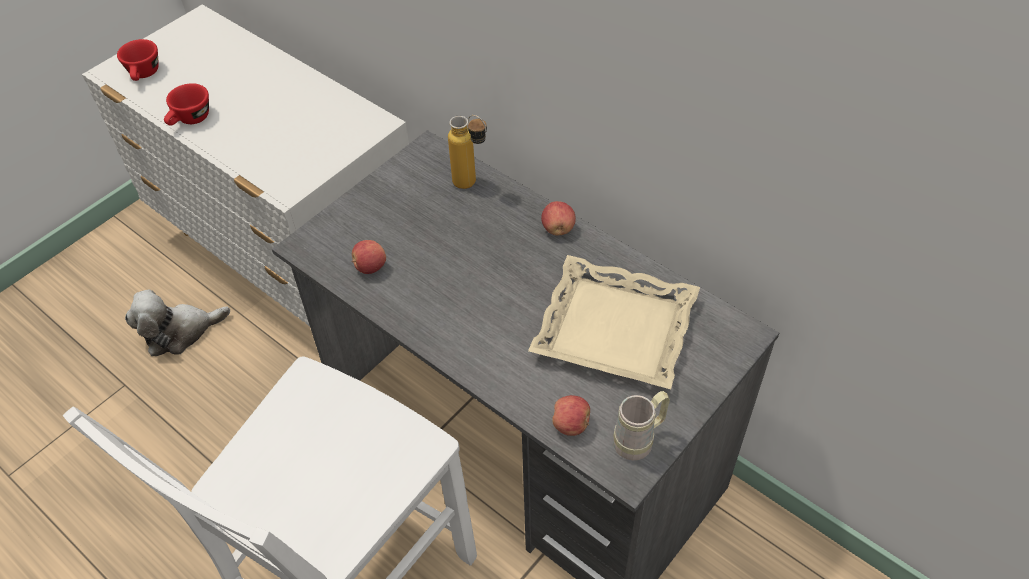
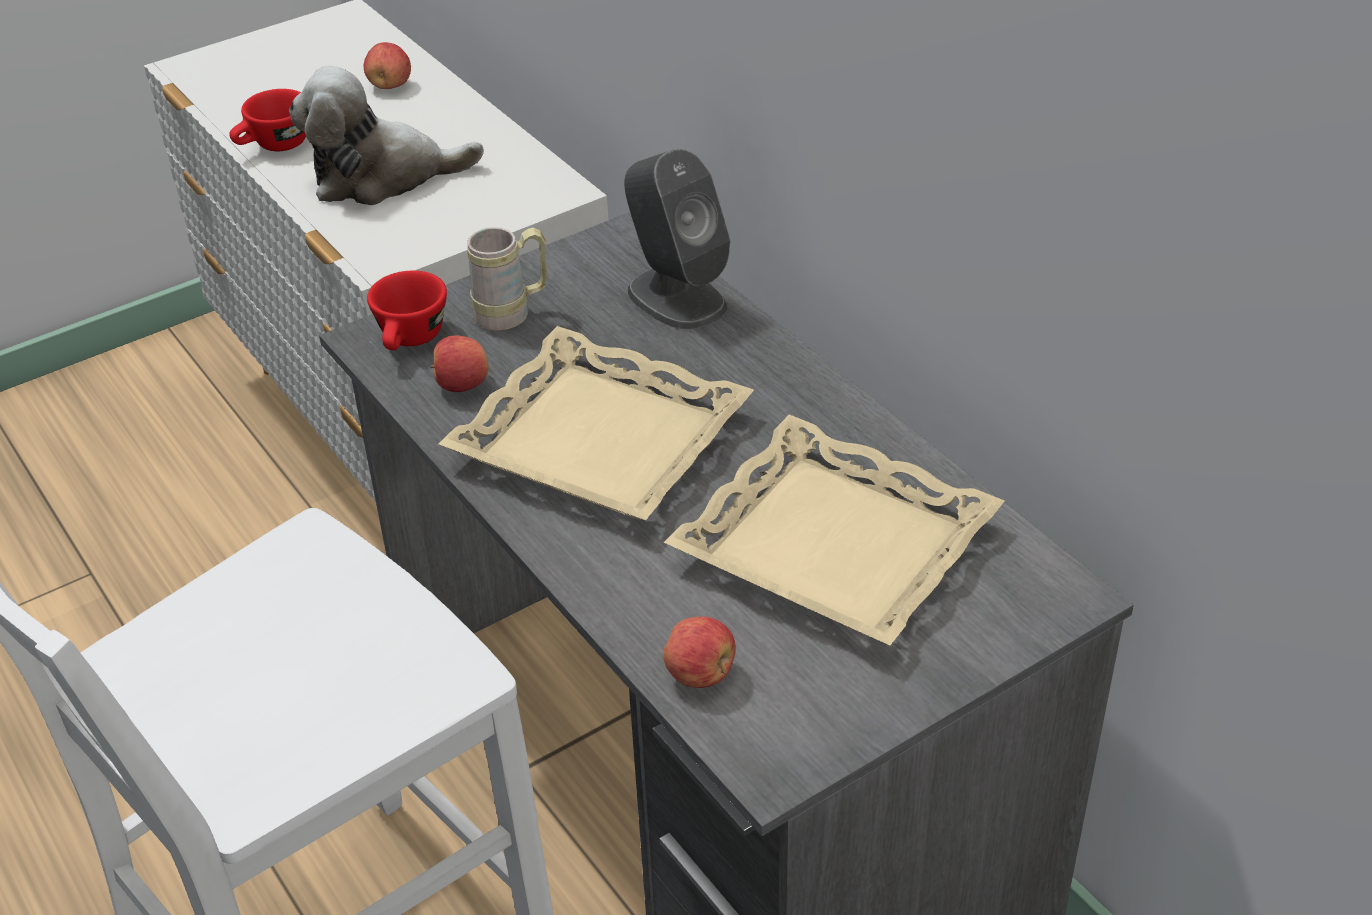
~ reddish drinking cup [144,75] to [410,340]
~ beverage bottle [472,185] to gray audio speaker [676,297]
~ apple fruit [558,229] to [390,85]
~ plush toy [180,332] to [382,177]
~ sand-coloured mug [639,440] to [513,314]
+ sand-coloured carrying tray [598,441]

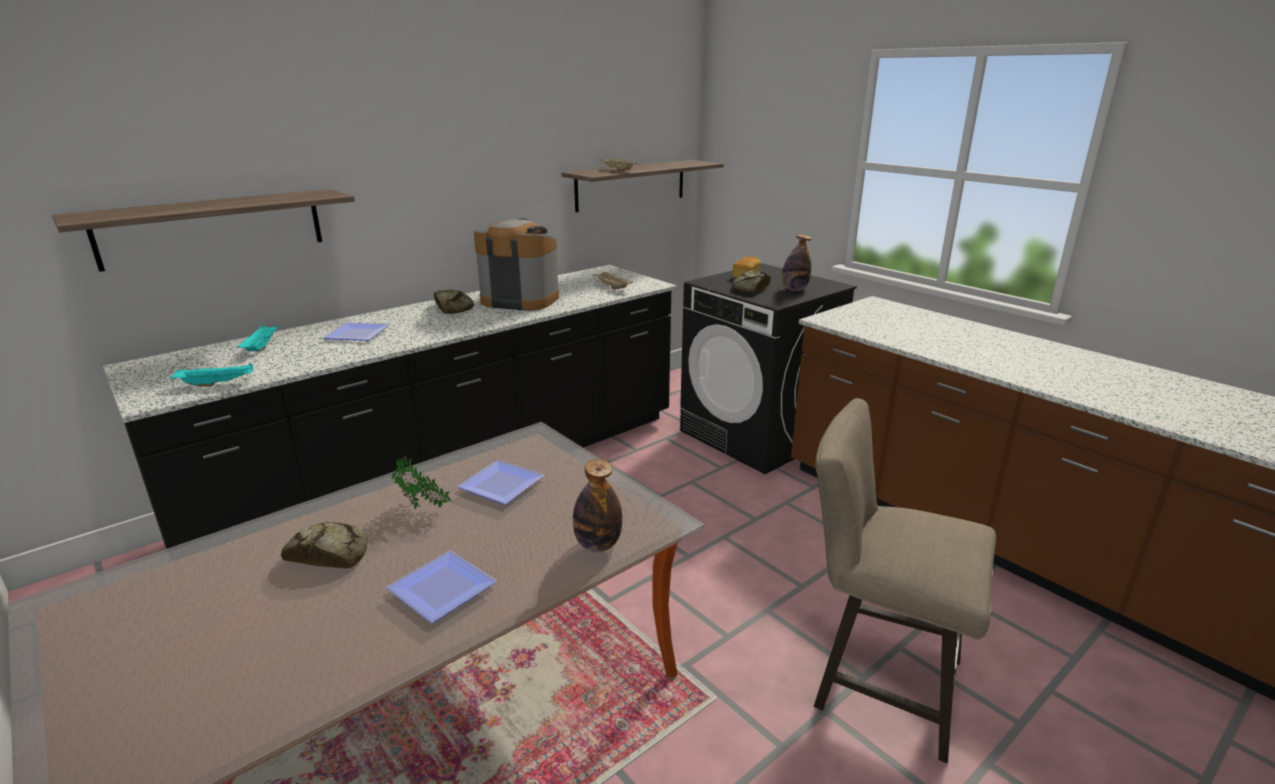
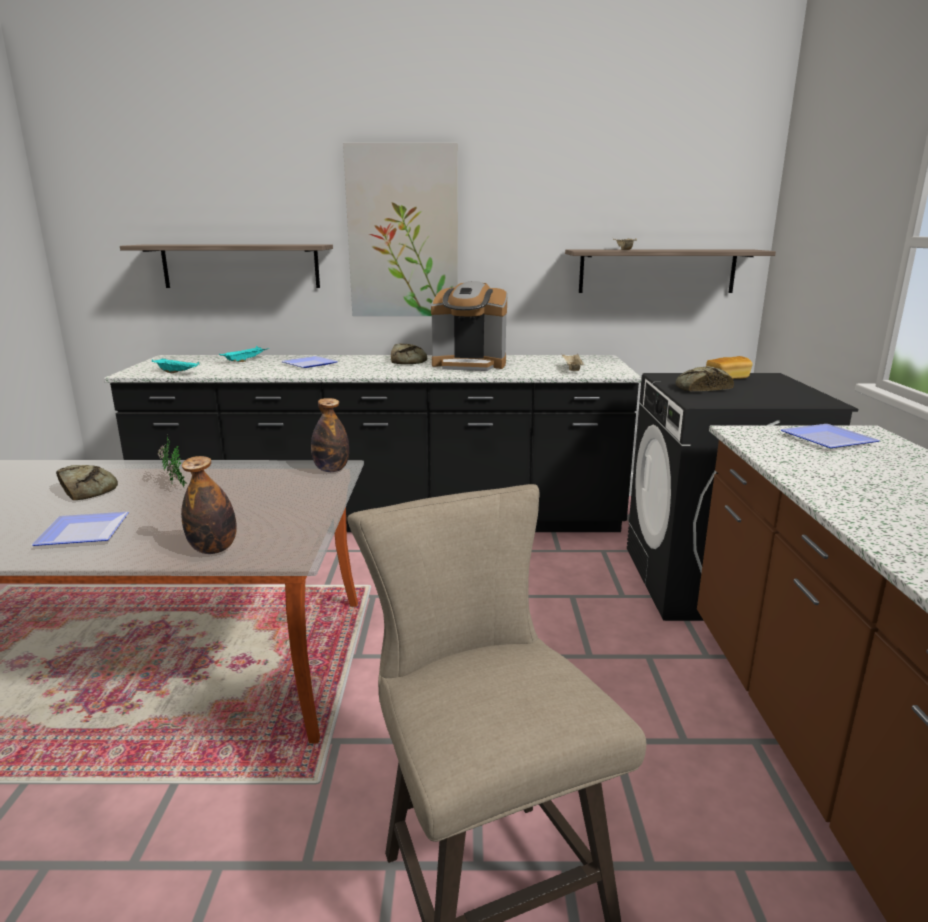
~ coffee brewer [519,300] = [470,365] 135 degrees clockwise
~ beverage bottle [794,290] to [331,469]
~ flat dish [498,485] to [824,439]
+ wall art [403,232]

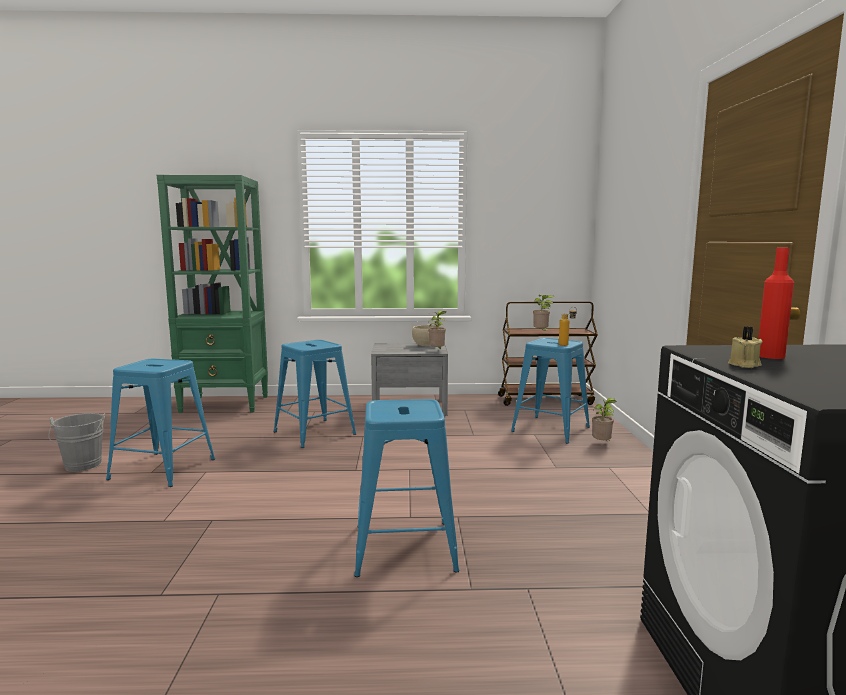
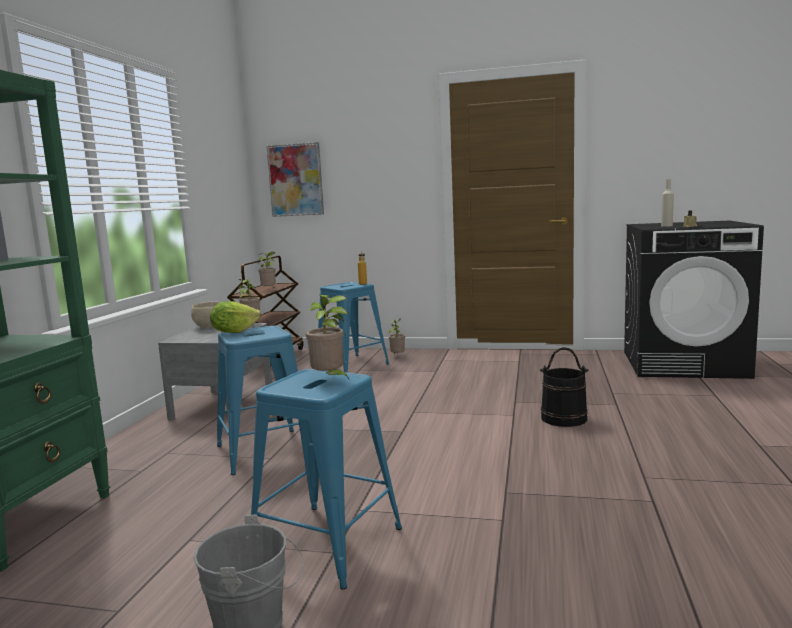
~ reddish beverage bottle [770,356] to sand-coloured beverage bottle [666,226]
~ bluish stool [404,547] to blackish pail [563,418]
+ wall art [295,180]
+ houseplant [330,379]
+ head of lettuce [234,332]

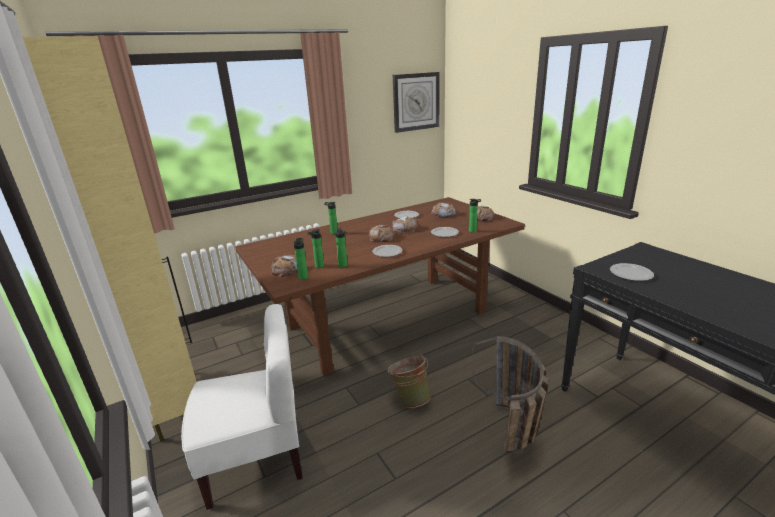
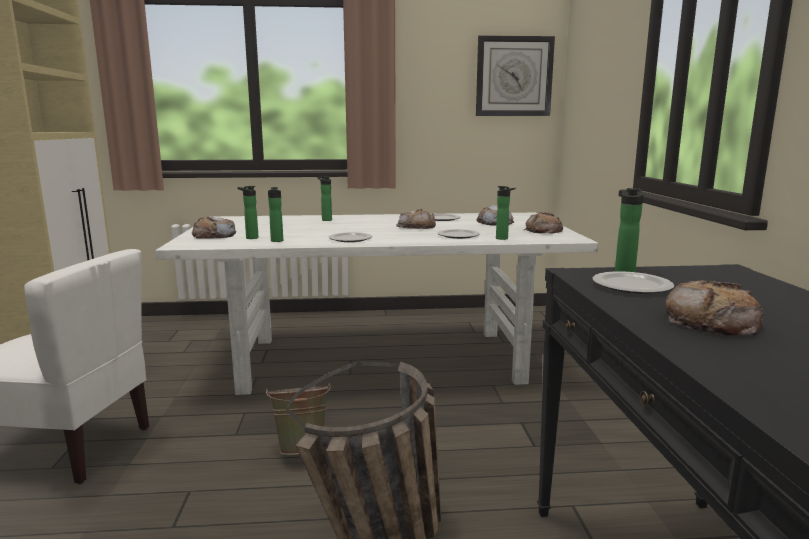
~ brown kitchen table [387,320] to white-coloured kitchen table [379,360]
~ bakery bread [381,237] to [711,321]
~ beverage bottle [303,277] to [625,271]

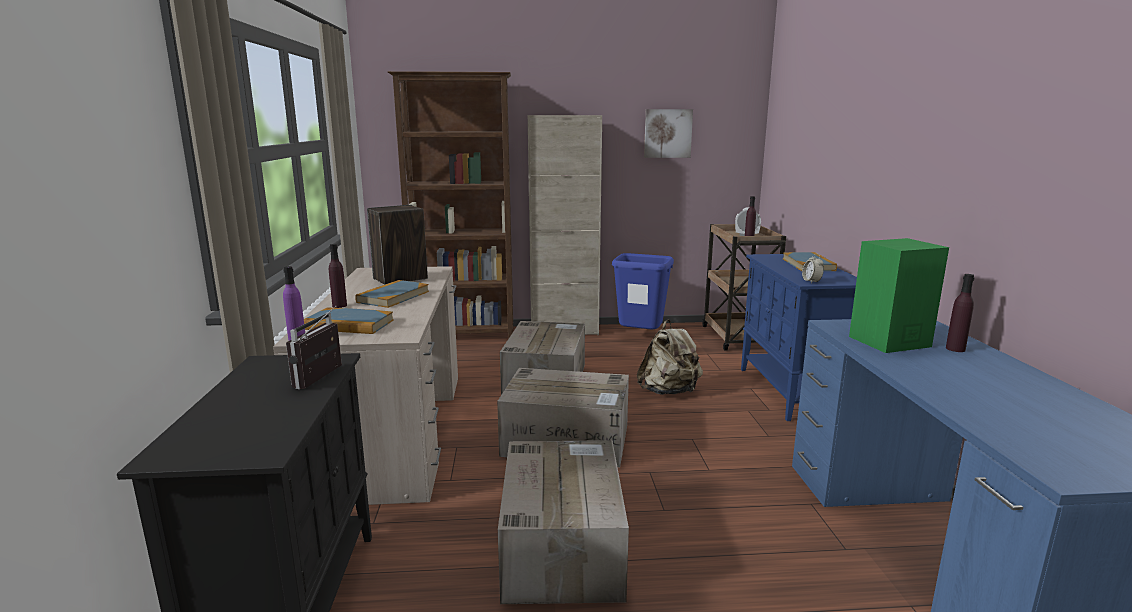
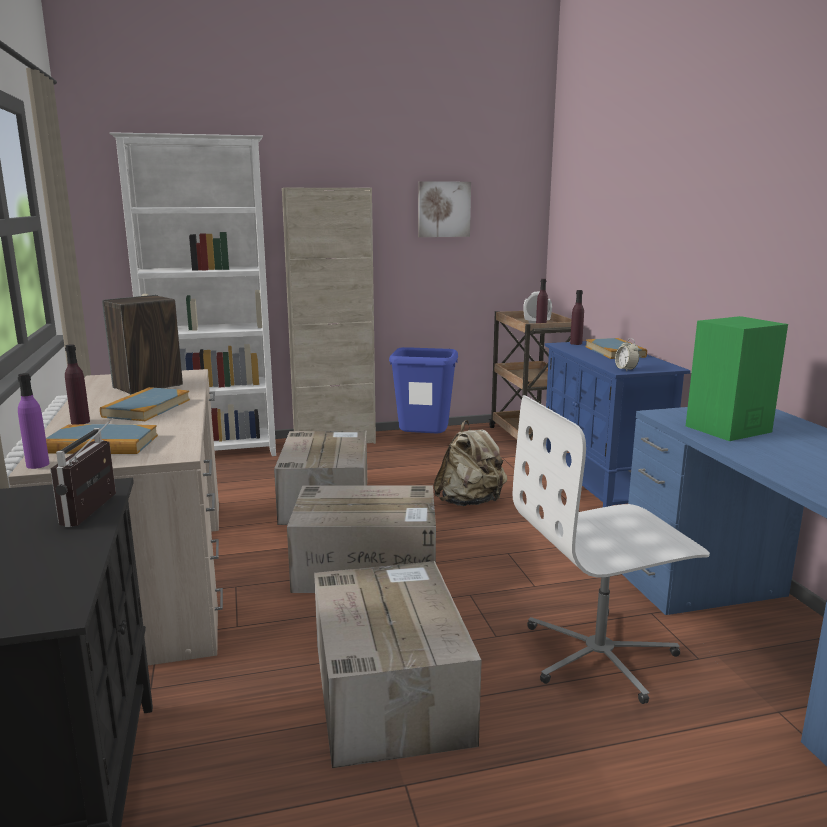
~ brown bookshelf [465,335] to white-coloured bookshelf [216,453]
~ purple-coloured beverage bottle [955,349] to [576,343]
+ white-coloured desk chair [600,655]

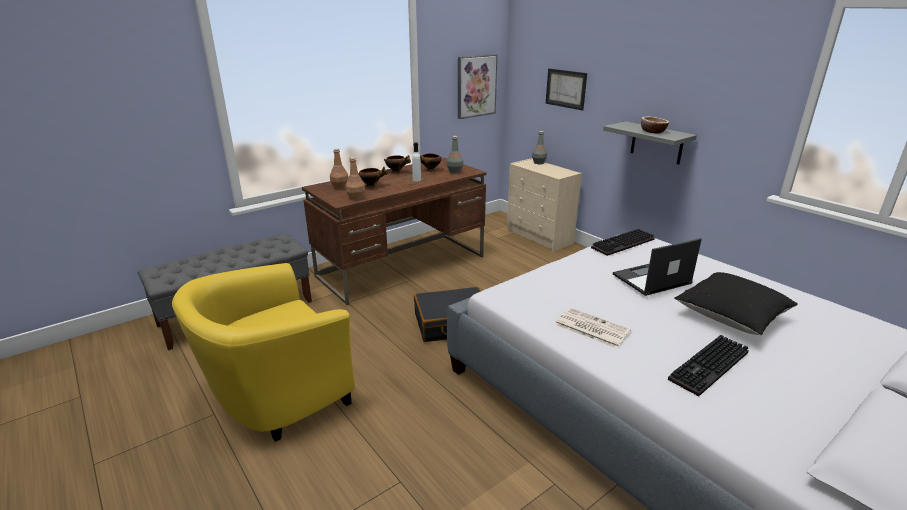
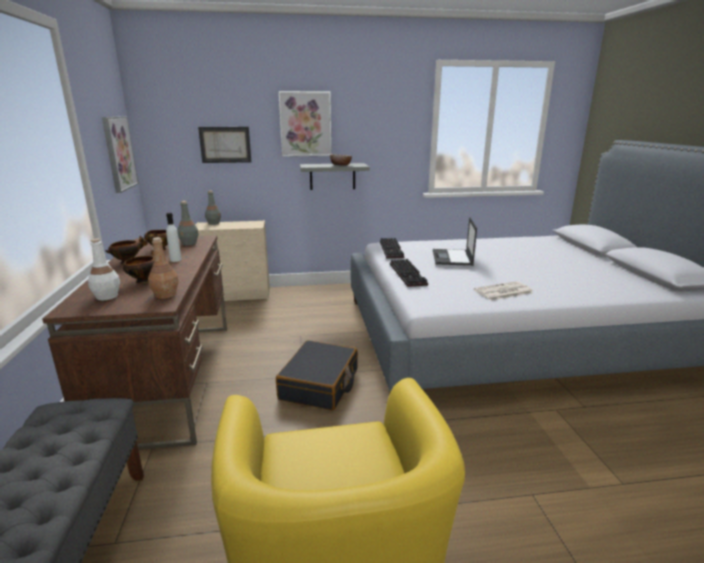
~ brown beverage bottle [340,187] to white-coloured beverage bottle [107,296]
- blackish pillow [731,317]
~ computer keyboard [710,368] to [409,274]
+ wall art [305,124]

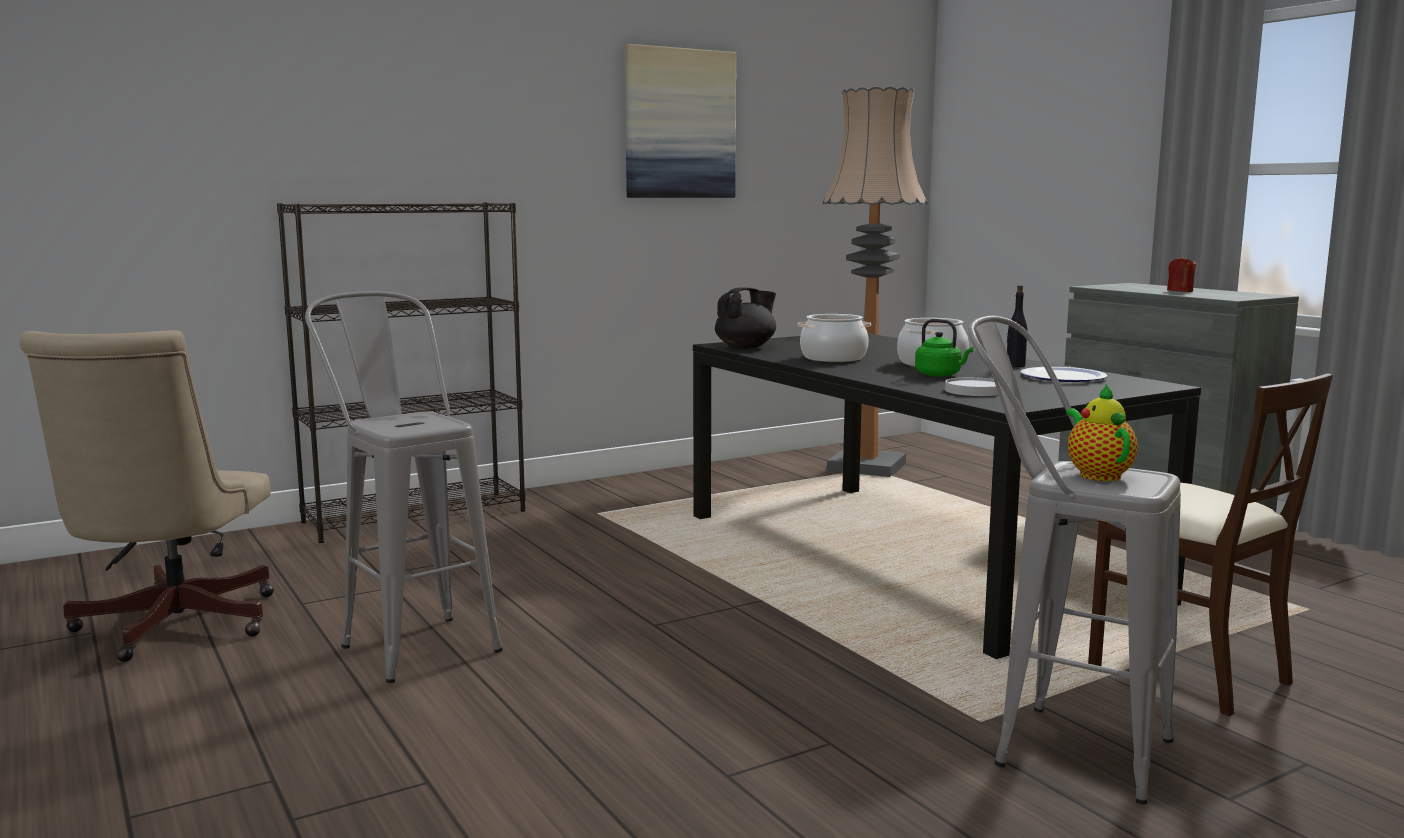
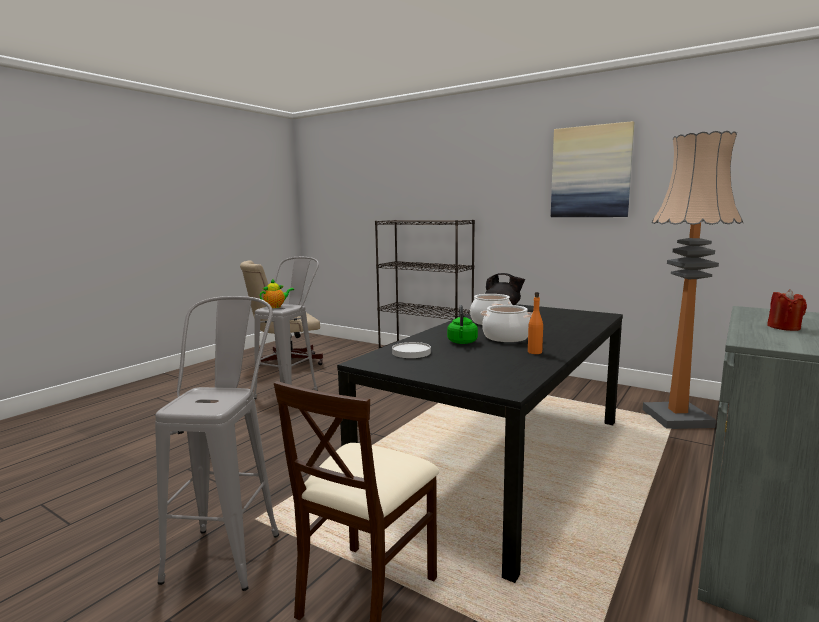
~ blackish beverage bottle [1015,366] to orange beverage bottle [534,352]
- flat dish [1063,377]
~ pot for tea [1097,475] to [276,307]

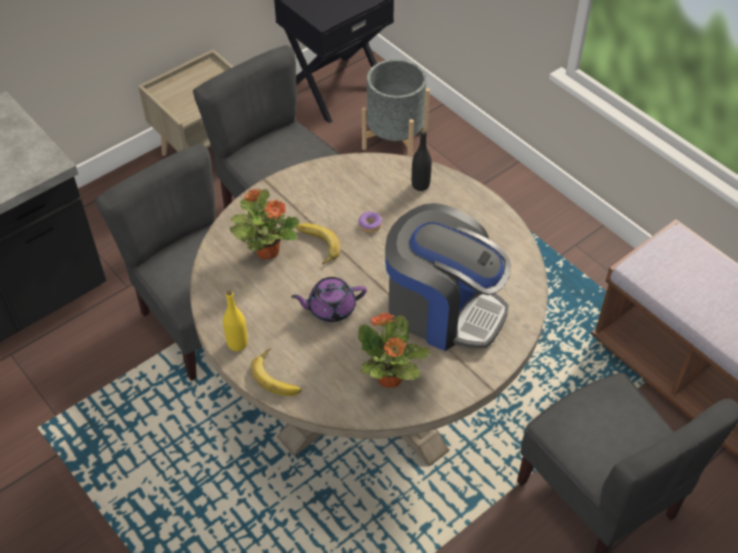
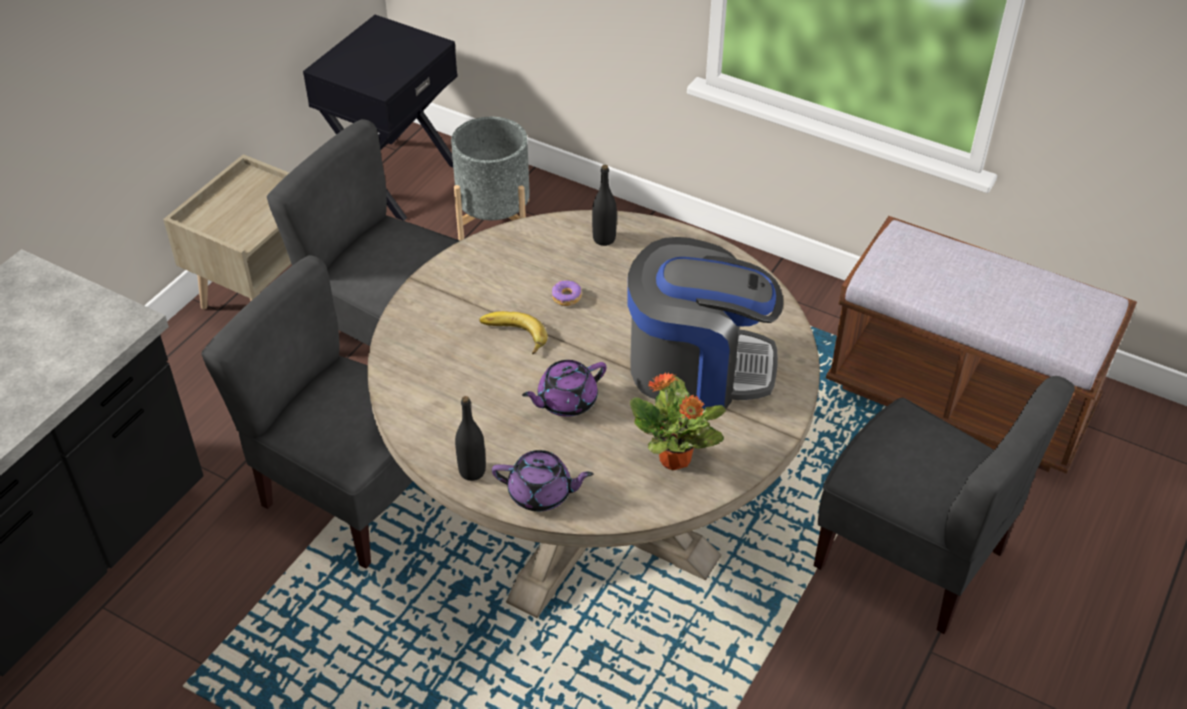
- houseplant [267,250]
~ yellowish beverage bottle [237,343] to blackish beverage bottle [472,471]
~ banana [278,376] to purple-coloured pot for tea [541,493]

